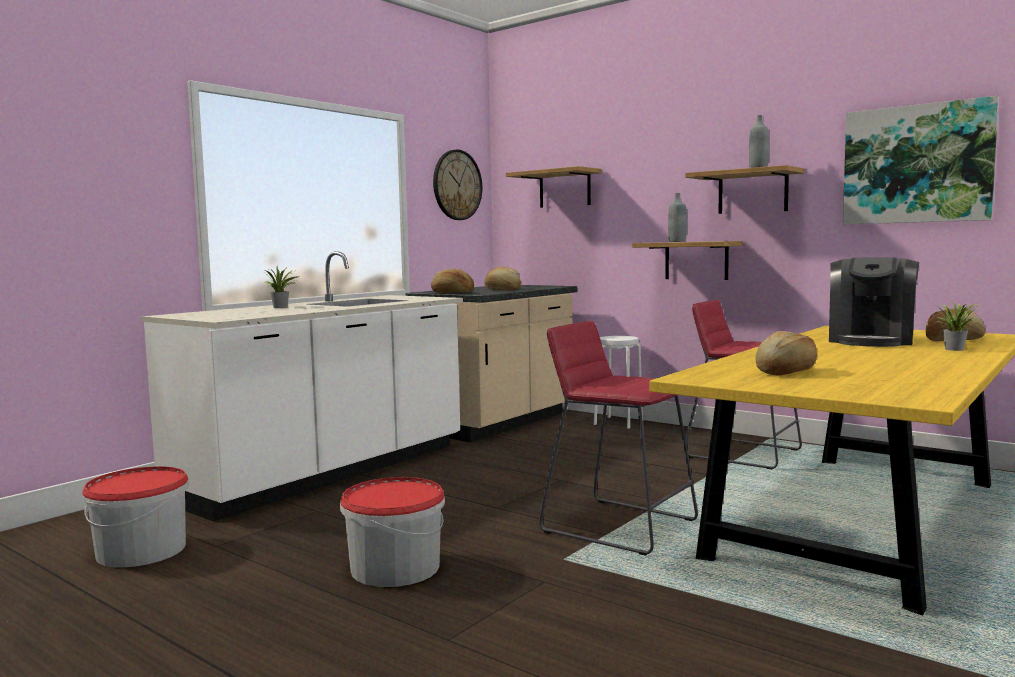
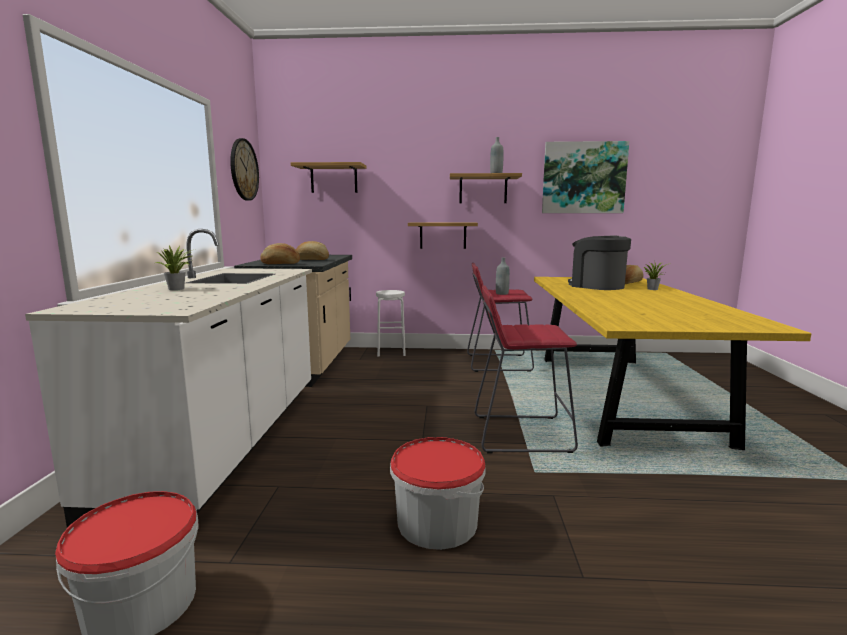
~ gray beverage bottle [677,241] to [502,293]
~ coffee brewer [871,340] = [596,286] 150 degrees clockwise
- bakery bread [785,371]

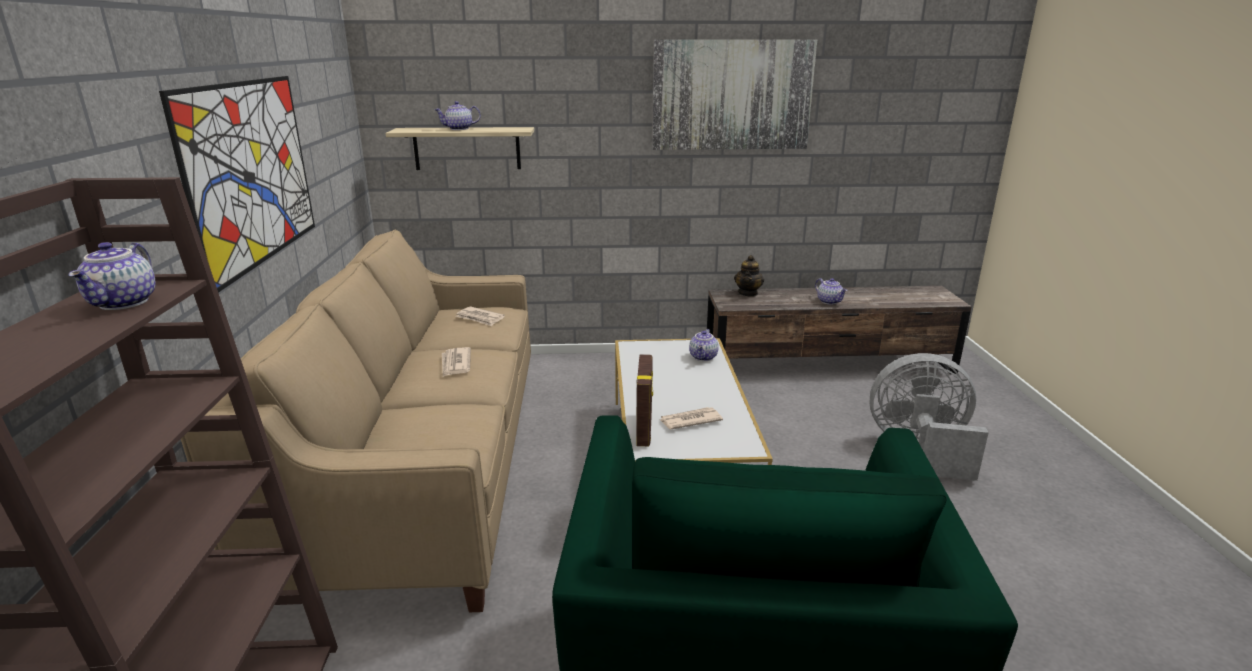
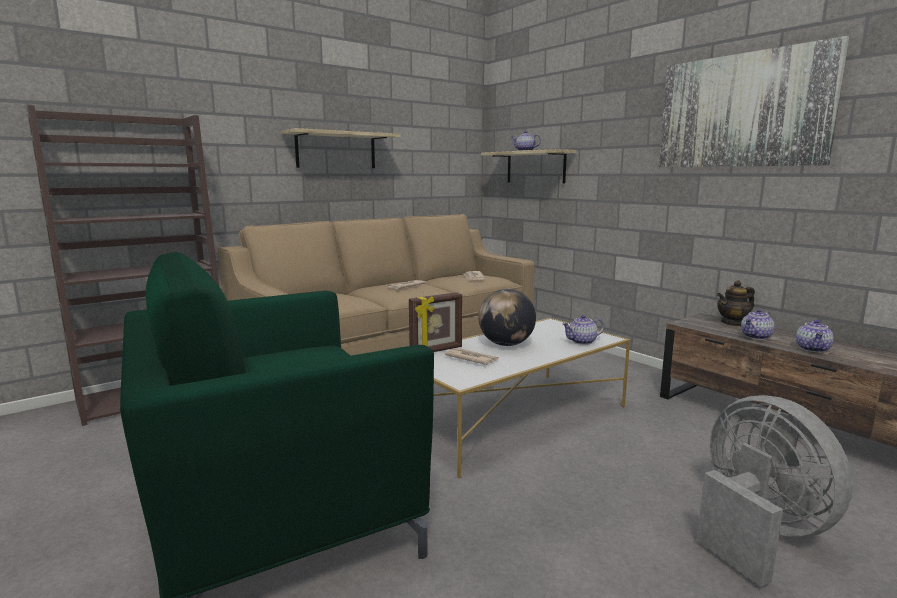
~ wall art [251,173] to wall shelf [336,150]
~ pot for tea [124,303] to [756,337]
+ desk globe [506,344]

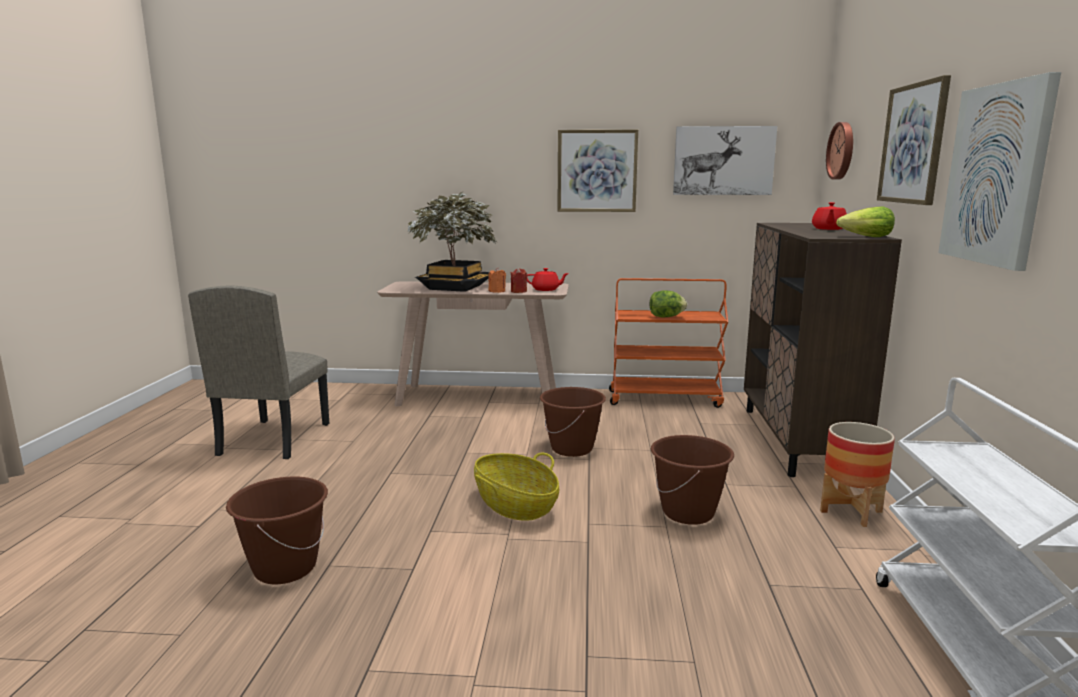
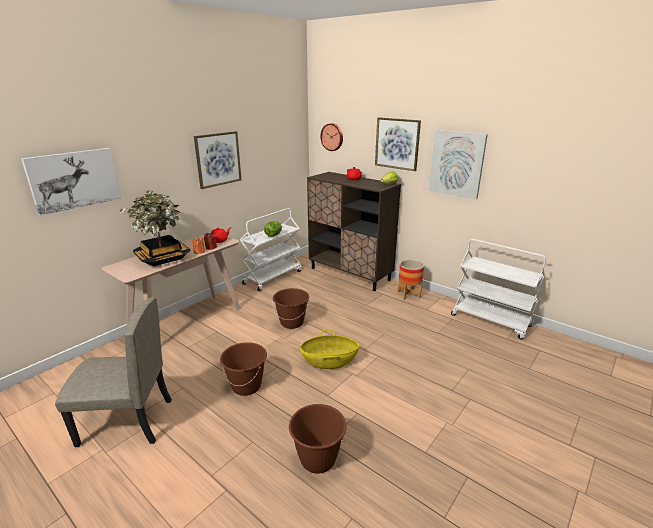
~ wall art [723,161] to [74,179]
~ orange cart [665,399] to white-coloured cart [273,277]
~ sand-coloured upright chair [274,439] = [126,422] 45 degrees counterclockwise
~ brown pail [688,512] to [247,386]

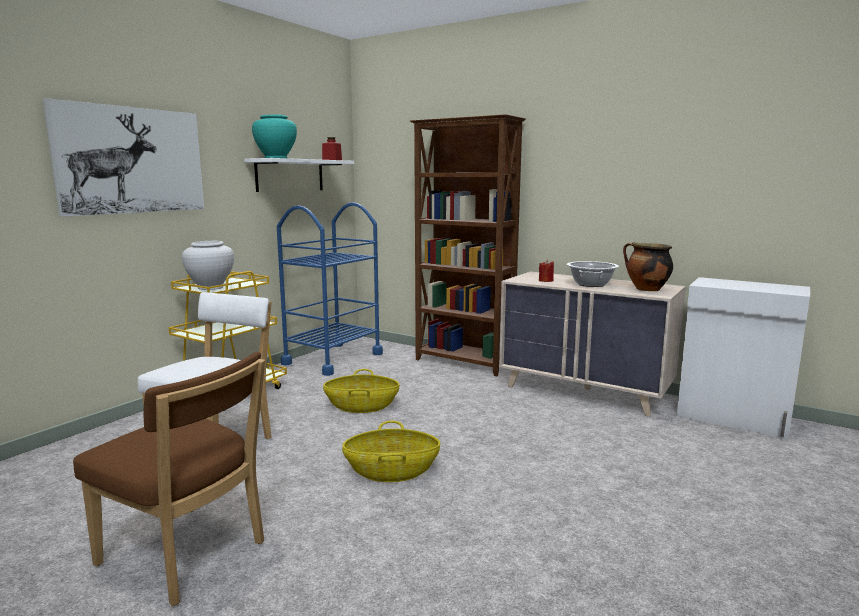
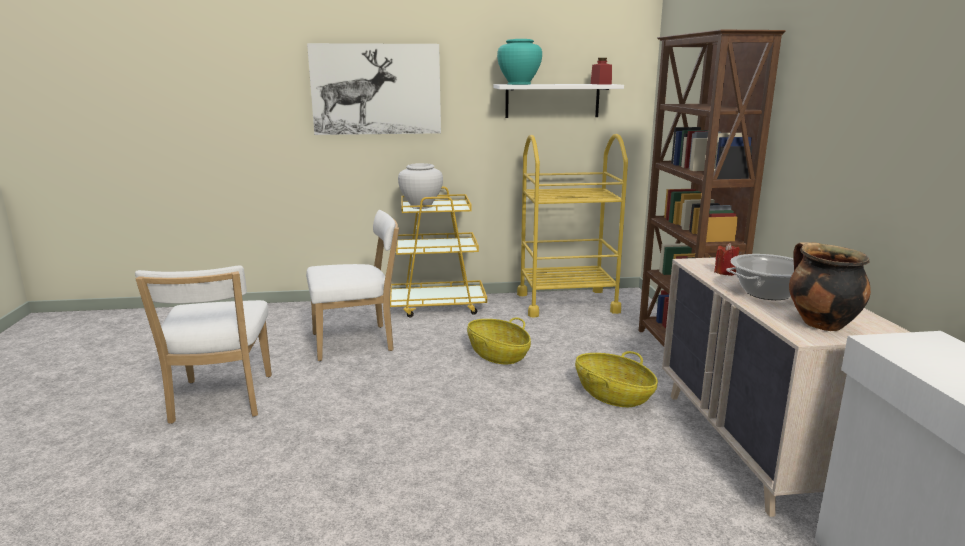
~ bluish cart [333,359] to yellowish cart [567,303]
~ brown upright chair [187,556] to white-coloured upright chair [221,401]
~ basket [391,471] to [613,395]

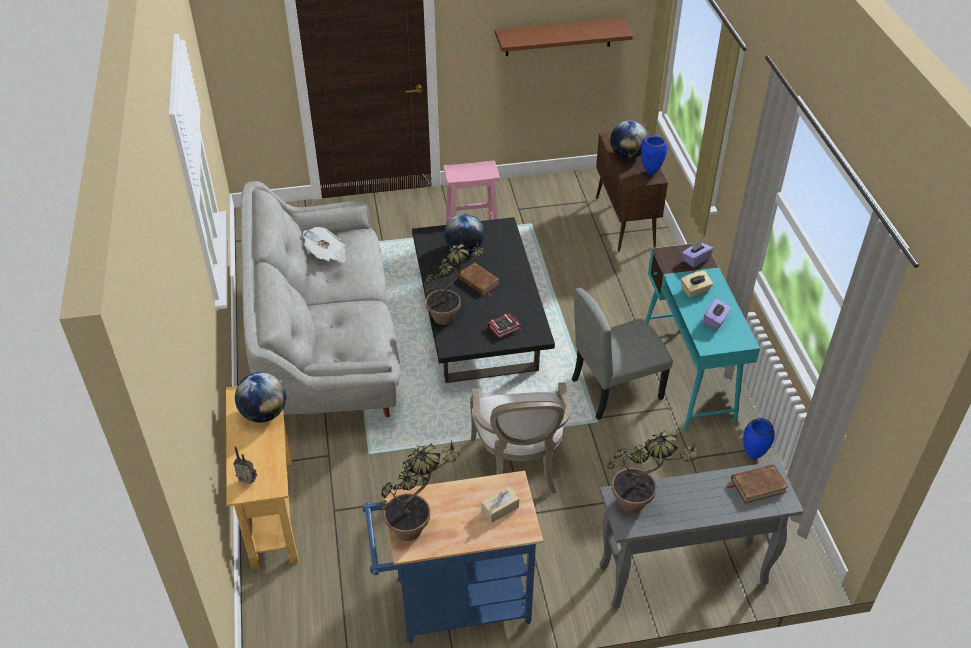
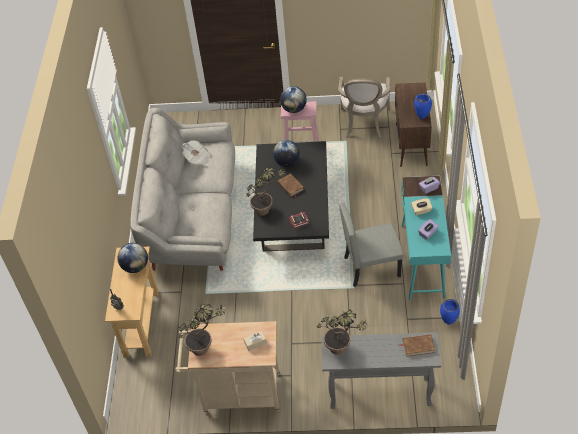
- brown wall shelf [558,37]
~ desk globe [627,155] to [294,109]
~ easy chair [519,468] to [364,124]
~ bluish cart [454,604] to sand-coloured cart [236,393]

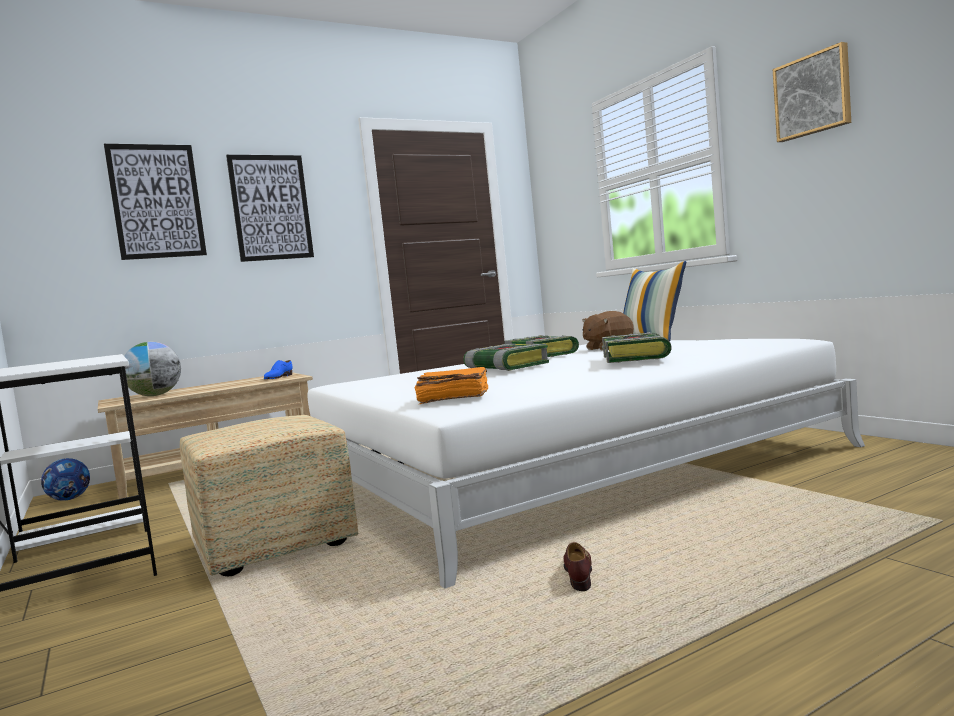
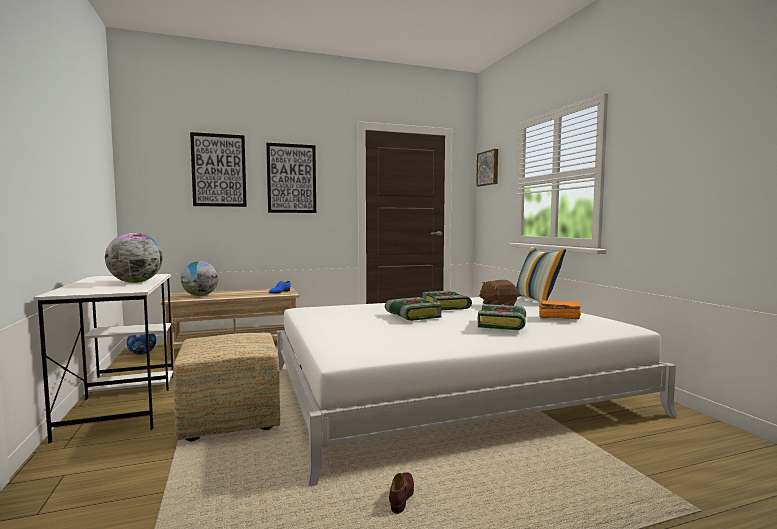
~ wall art [813,95] to [488,168]
~ orange bound book [453,399] to [558,317]
+ desk globe [135,282]

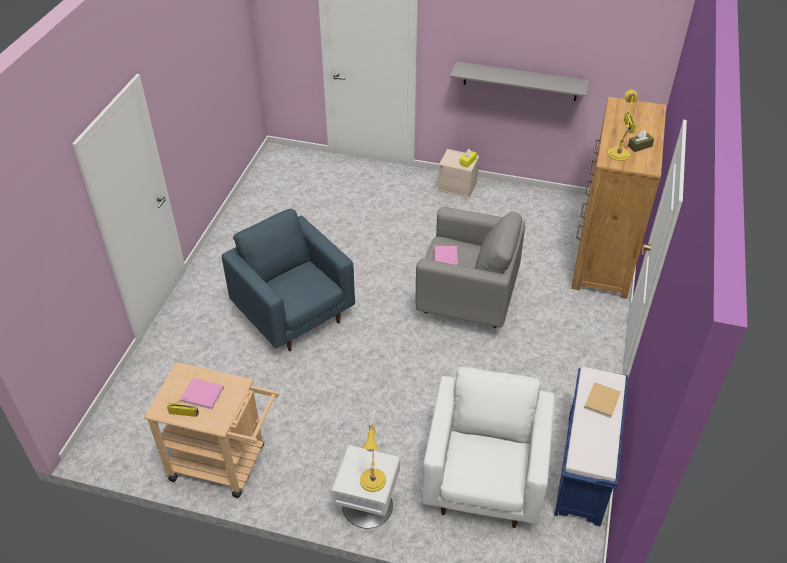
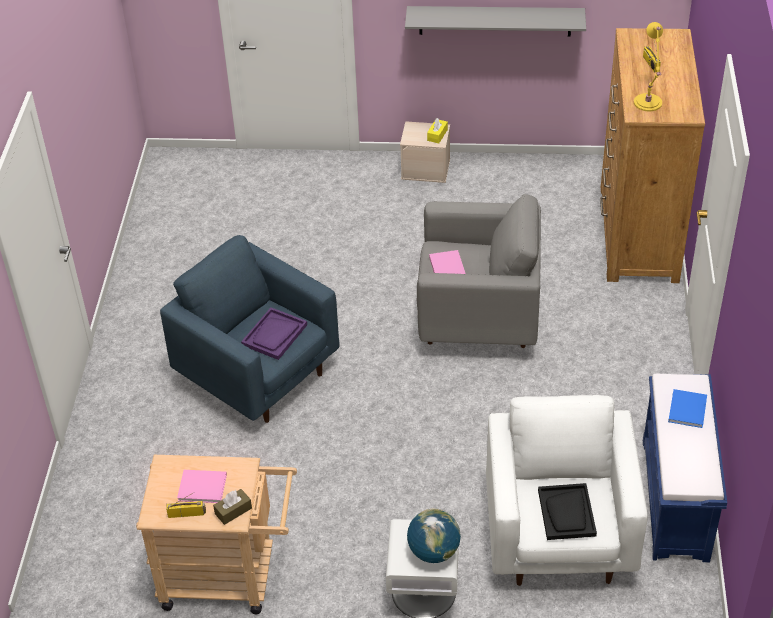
~ brown tissue holder [639,146] to [233,511]
~ sand-coloured bound book [602,400] to bluish bound book [687,408]
~ yellowish lamp for a table [373,478] to desk globe [433,552]
+ purple-coloured carrying tray [274,335]
+ blackish carrying tray [566,513]

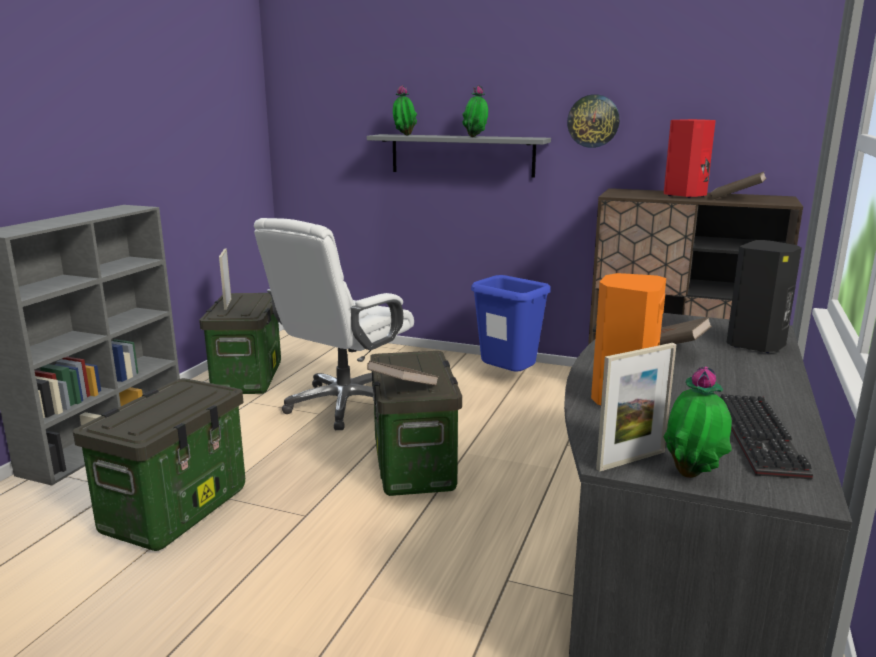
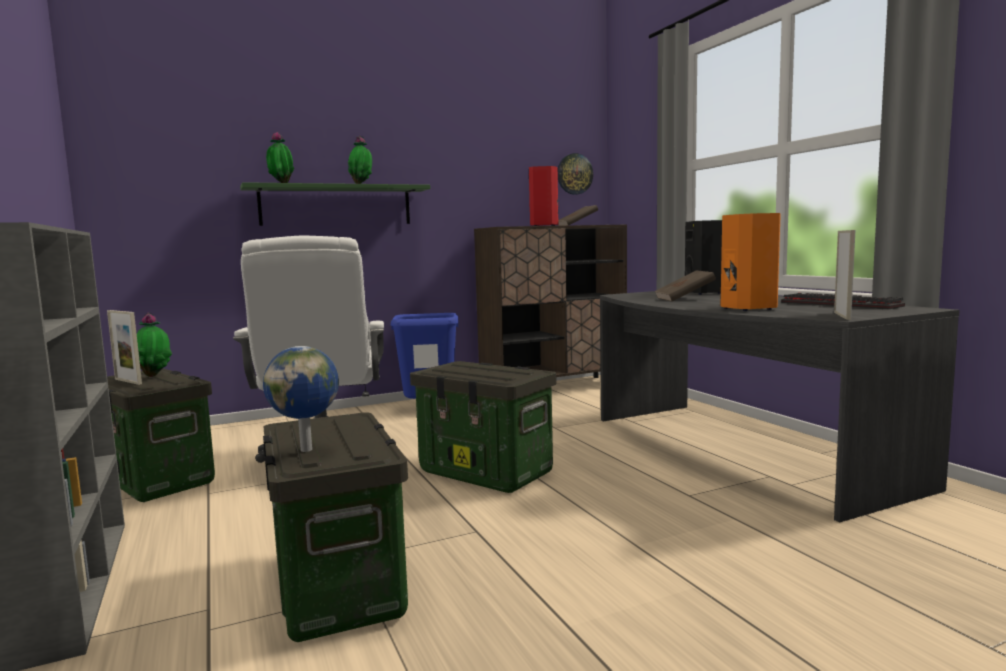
~ clock on the wall [593,121] to [574,174]
~ gray wall shelf [462,155] to green wall shelf [336,205]
- brown bound book [403,388]
~ houseplant [693,474] to [155,375]
+ desk globe [307,449]

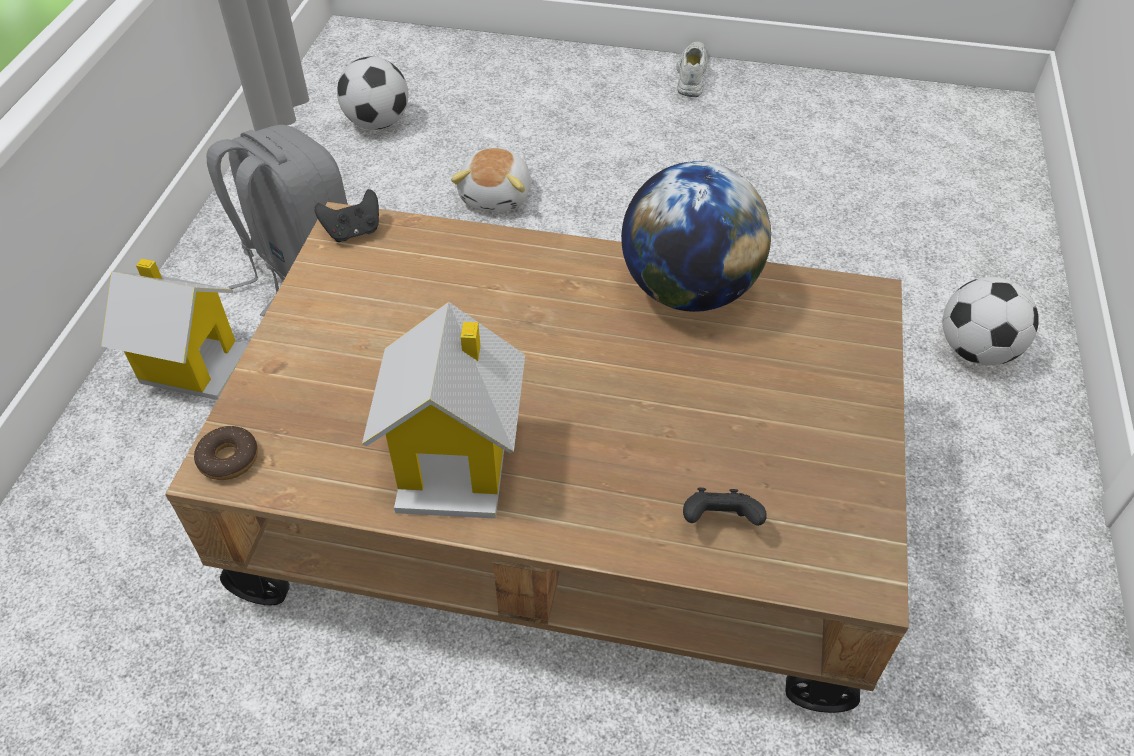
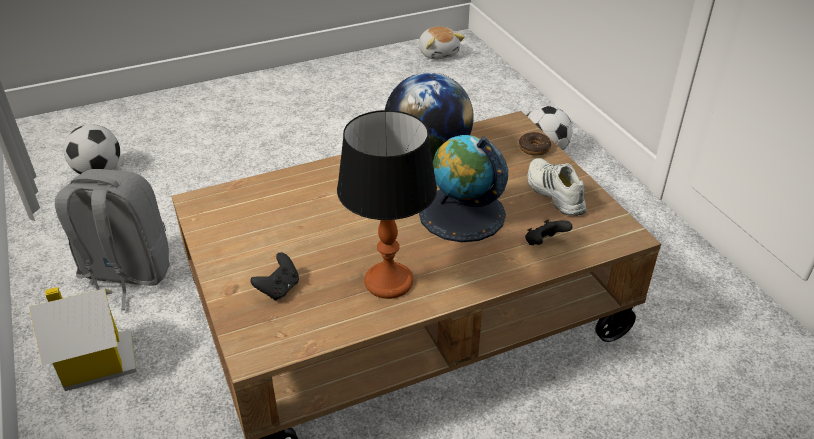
~ white-coloured low shoe [690,75] to [553,193]
~ plush toy [497,196] to [438,53]
~ blackish game controller [353,232] to [279,289]
~ toy house [456,459] to lamp for a table [389,281]
~ ring doughnut [228,459] to [534,148]
+ desk globe [461,214]

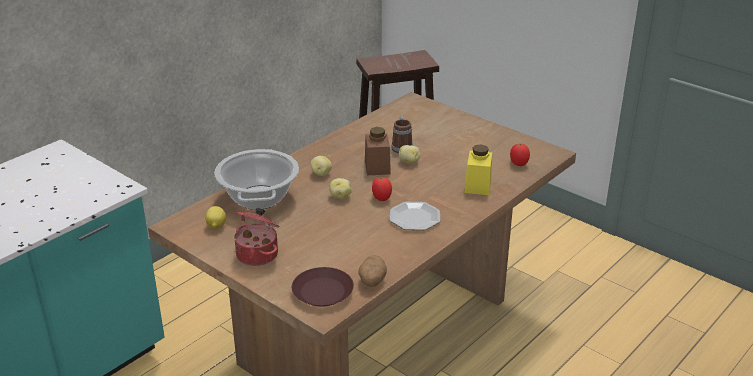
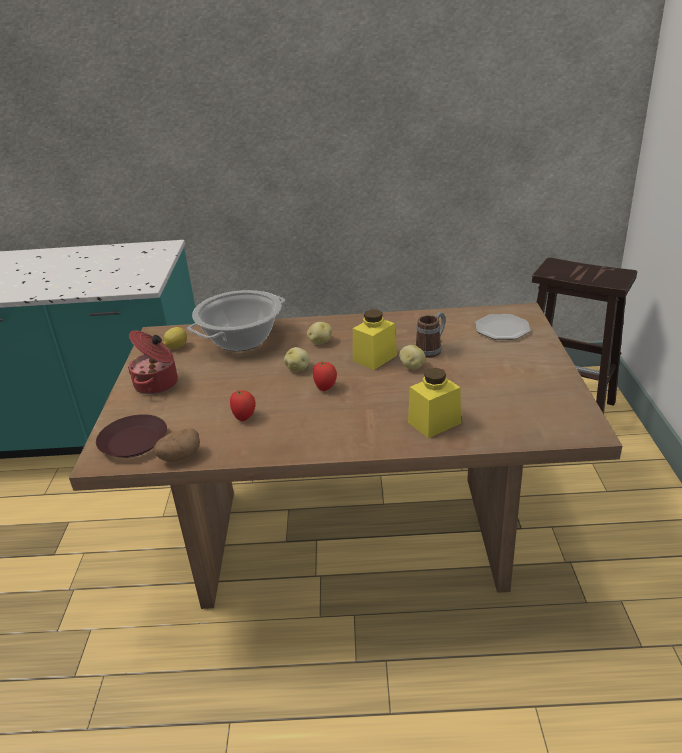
~ brown storage jar [377,167] to yellowish storage jar [375,358]
~ whole tomato [518,164] to [244,417]
~ flat dish [414,218] to [502,329]

